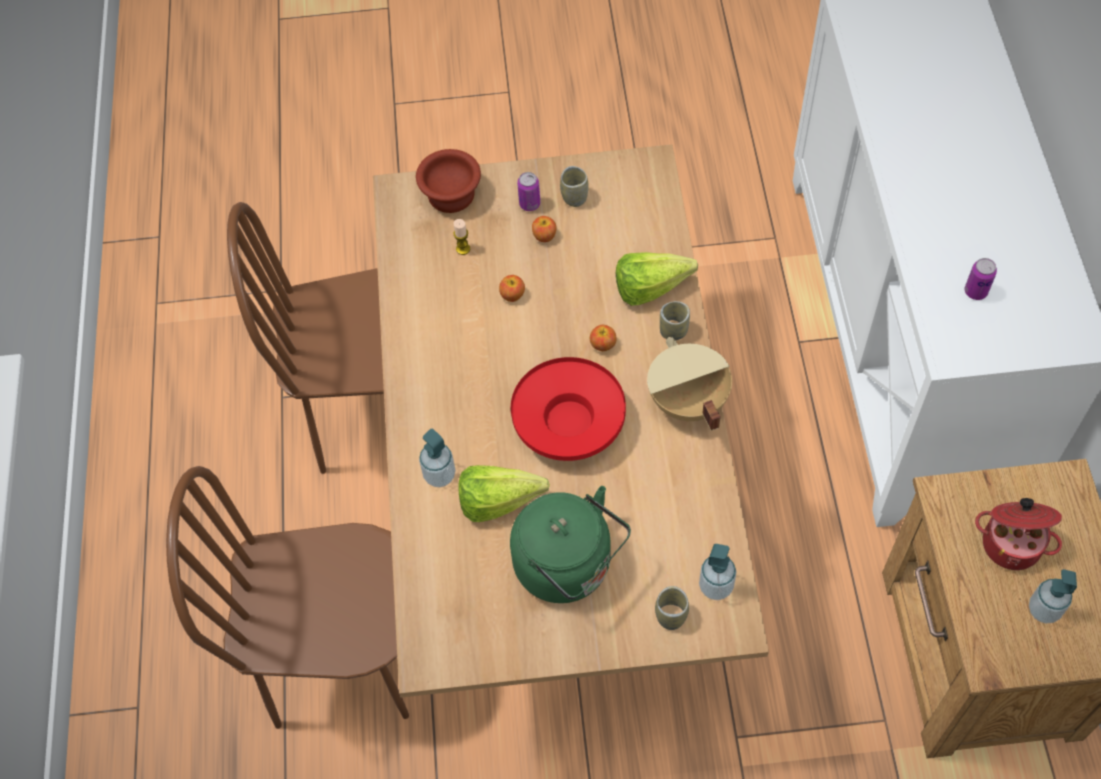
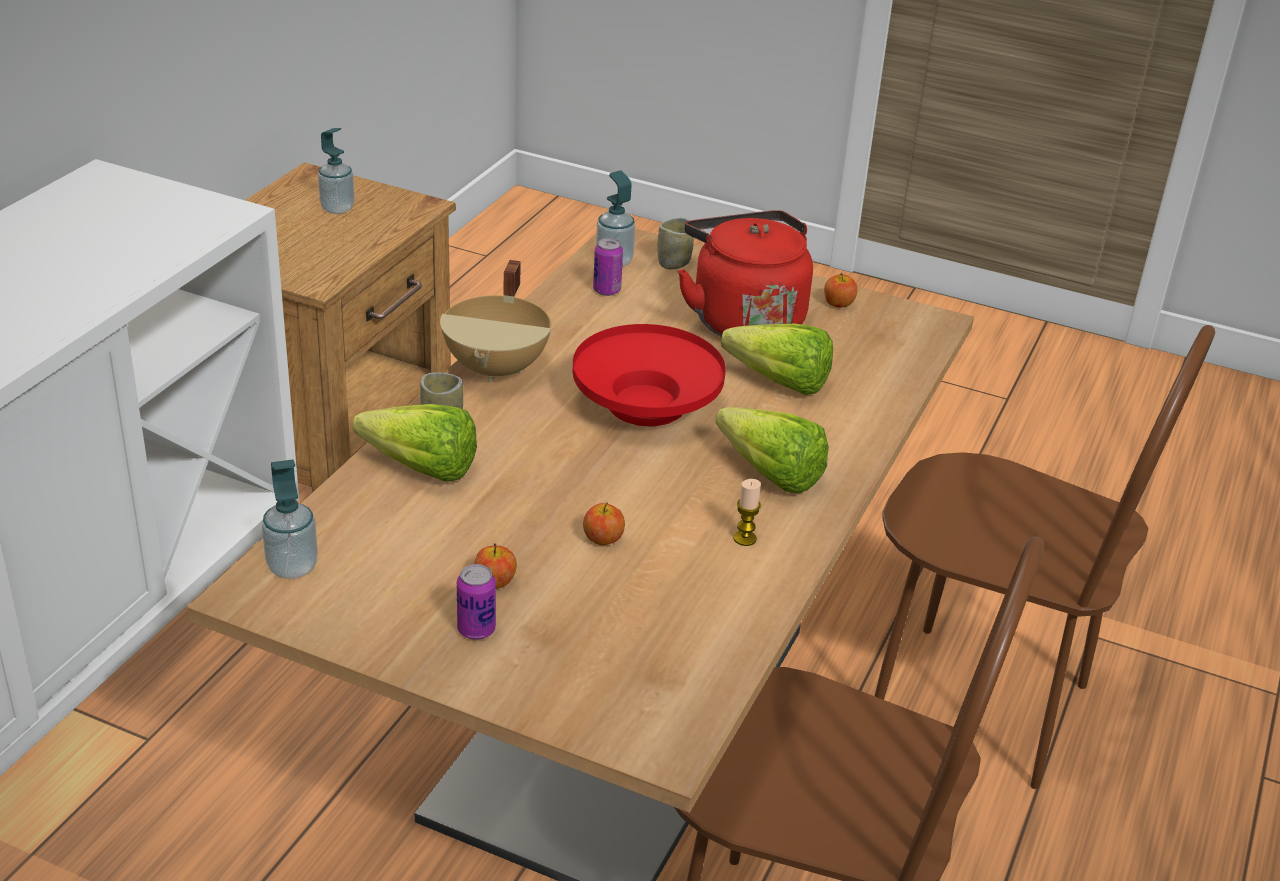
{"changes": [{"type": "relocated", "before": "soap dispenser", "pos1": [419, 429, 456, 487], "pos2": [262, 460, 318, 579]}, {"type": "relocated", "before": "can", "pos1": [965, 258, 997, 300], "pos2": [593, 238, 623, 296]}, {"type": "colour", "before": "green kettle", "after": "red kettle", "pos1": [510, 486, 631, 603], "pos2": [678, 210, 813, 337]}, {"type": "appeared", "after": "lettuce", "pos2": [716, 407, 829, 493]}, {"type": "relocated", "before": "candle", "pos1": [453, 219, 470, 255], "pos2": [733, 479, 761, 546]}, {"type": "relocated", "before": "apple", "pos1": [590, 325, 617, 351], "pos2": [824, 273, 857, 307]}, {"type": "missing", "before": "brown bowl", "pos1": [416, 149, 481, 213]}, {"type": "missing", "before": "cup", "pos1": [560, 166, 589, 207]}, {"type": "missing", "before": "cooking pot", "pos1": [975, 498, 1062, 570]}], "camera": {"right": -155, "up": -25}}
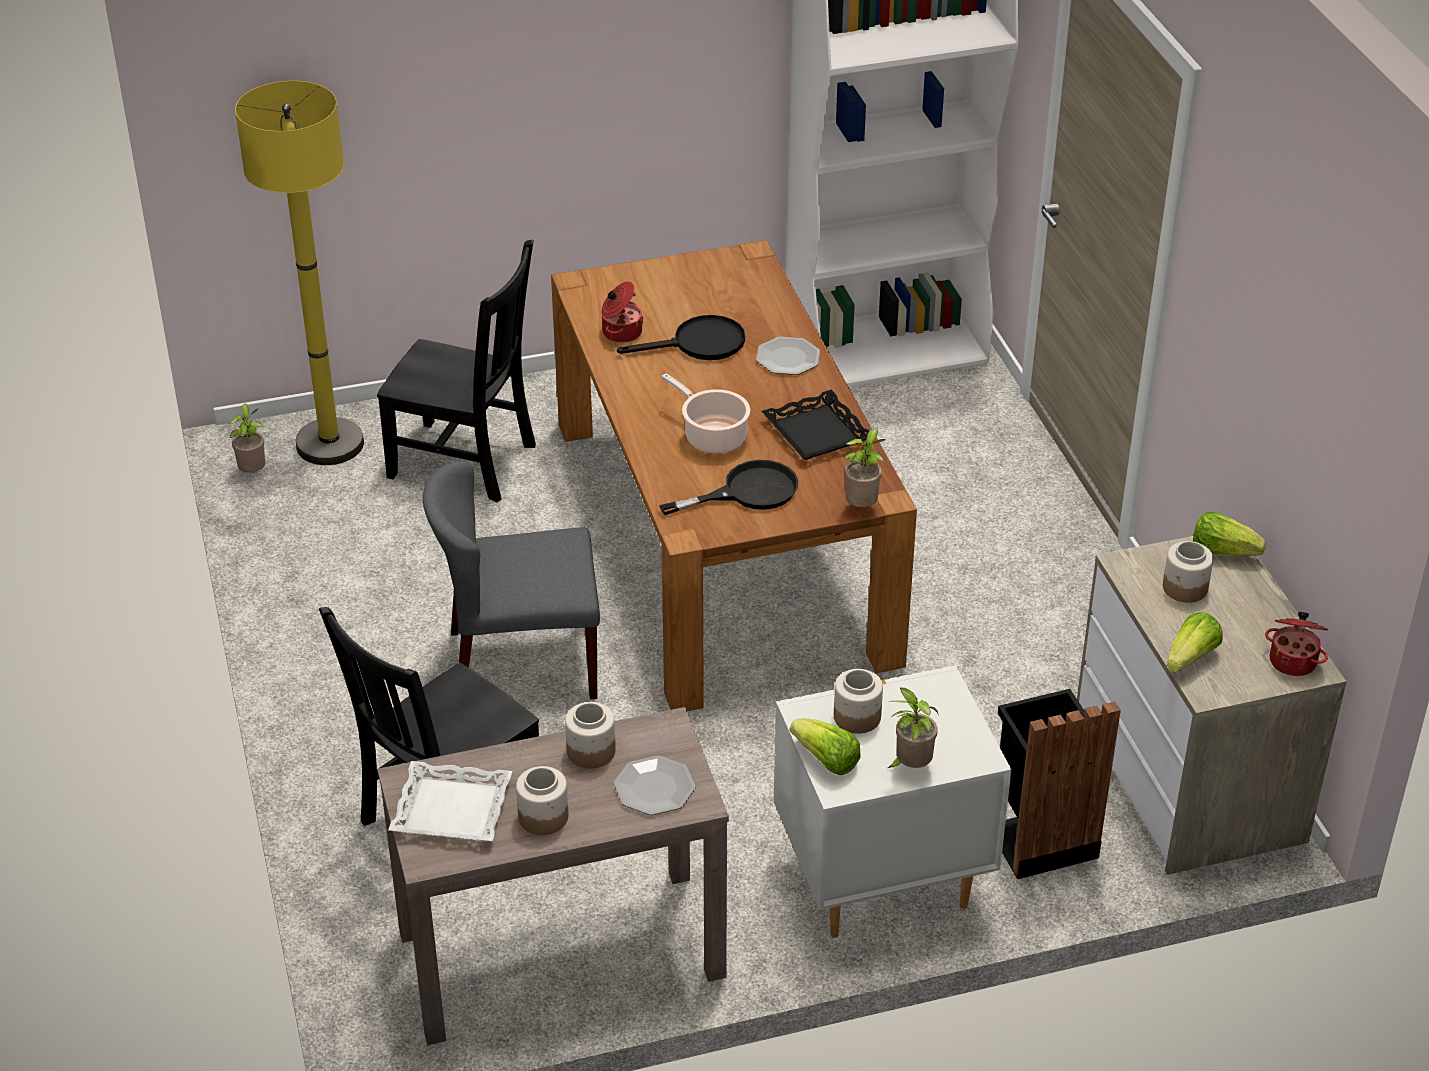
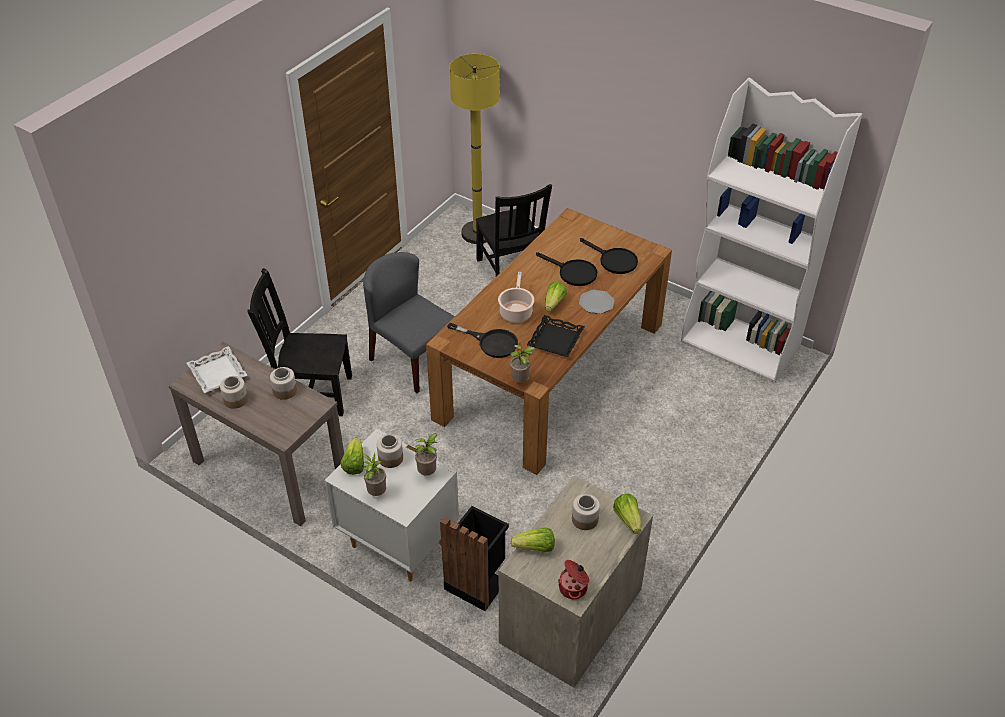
{"changes": [{"type": "relocated", "before": "potted plant", "pos1": [229, 404, 266, 473], "pos2": [415, 433, 437, 476]}, {"type": "appeared", "after": "lettuce", "pos2": [545, 281, 567, 312]}, {"type": "appeared", "after": "black frying pan", "pos2": [580, 238, 638, 274]}, {"type": "missing", "before": "cooking pot", "pos1": [602, 281, 644, 342]}, {"type": "missing", "before": "plate", "pos1": [614, 756, 695, 815]}], "camera": {"right": 50, "up": 5}}
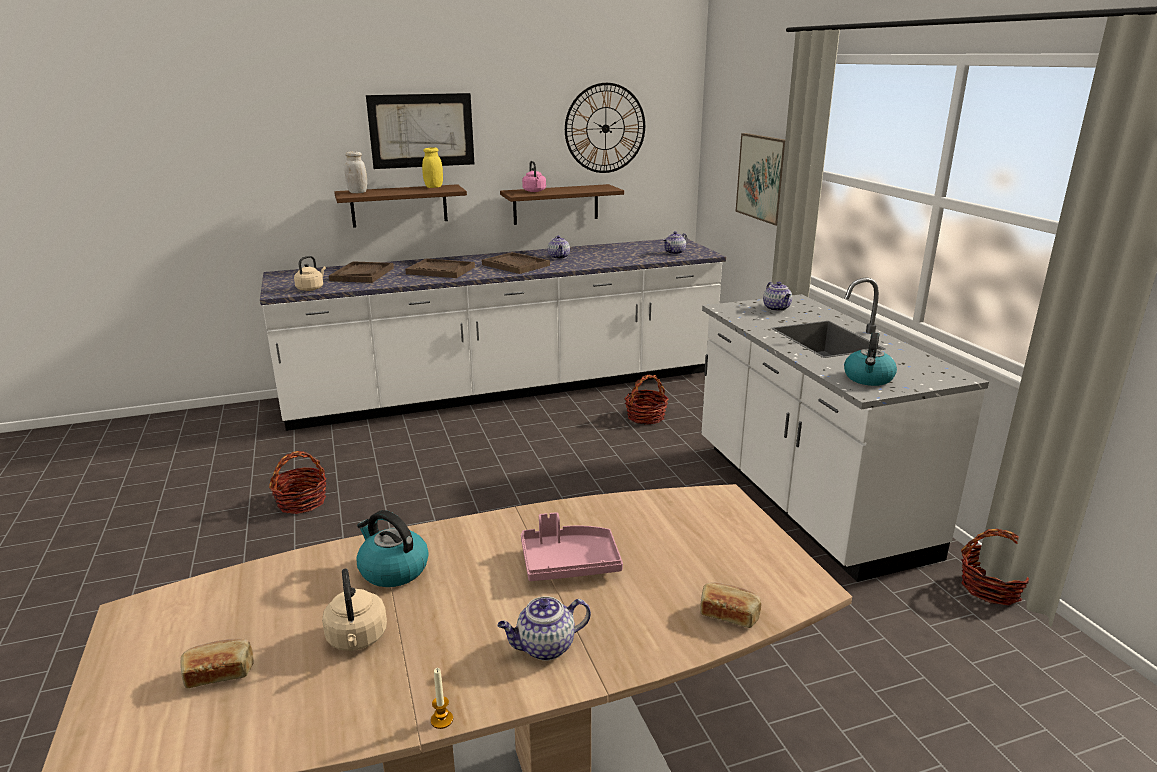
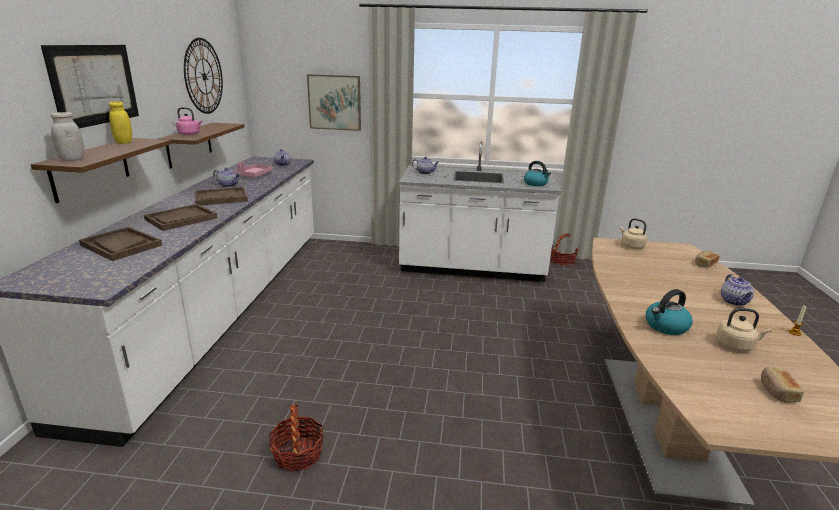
{"changes": [{"type": "relocated", "before": "pink tray", "pos1": [521, 512, 623, 581], "pos2": [234, 162, 273, 177]}, {"type": "relocated", "before": "beige kettle", "pos1": [294, 256, 326, 291], "pos2": [620, 218, 647, 249]}, {"type": "missing", "before": "basket", "pos1": [625, 375, 668, 425]}], "camera": {"right": -65, "up": 0}}
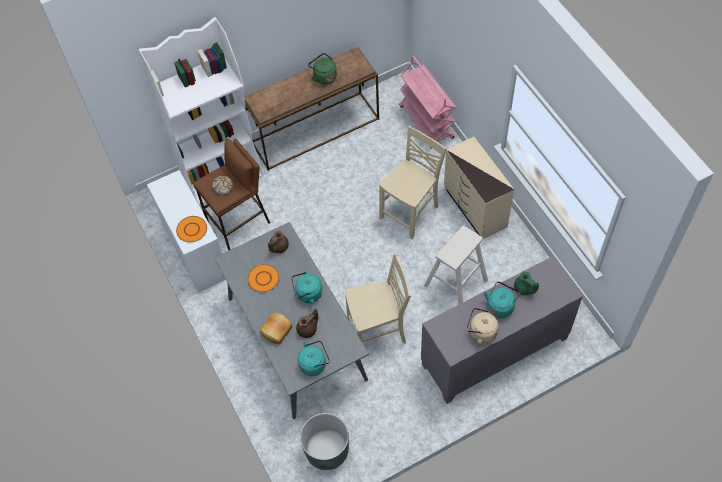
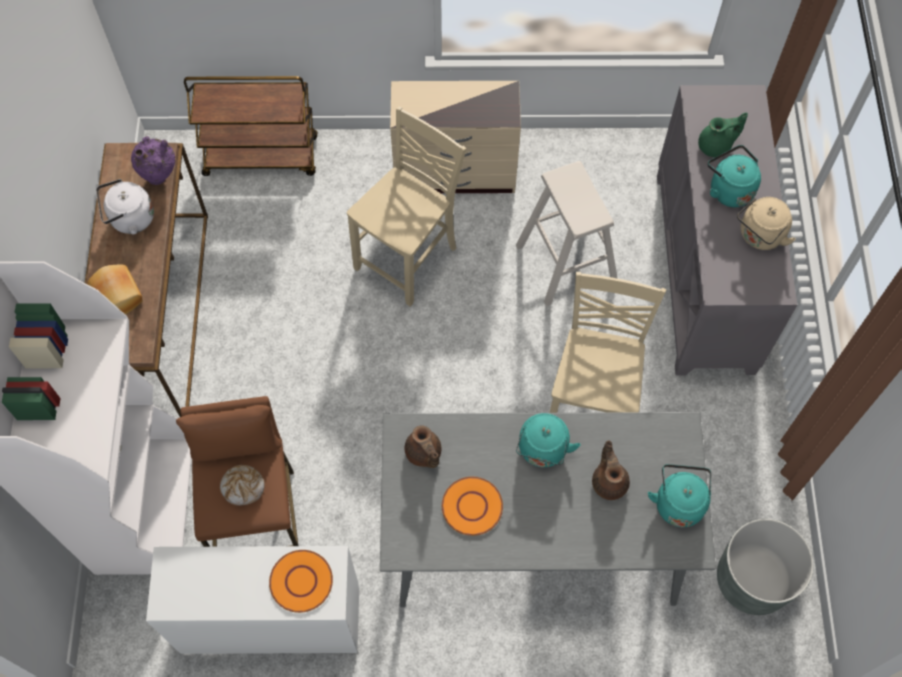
{"changes": [{"type": "relocated", "before": "bread", "pos1": [260, 313, 292, 344], "pos2": [87, 265, 143, 315]}, {"type": "colour", "before": "green kettle", "after": "white kettle", "pos1": [308, 53, 337, 85], "pos2": [96, 179, 154, 234]}, {"type": "appeared", "after": "purple vase", "pos2": [131, 136, 175, 185]}, {"type": "colour", "before": "pink cart", "after": "brown cart", "pos1": [399, 56, 456, 149], "pos2": [184, 76, 317, 176]}, {"type": "spun", "before": "beige chair", "pos1": [379, 126, 447, 239], "pos2": [347, 106, 466, 306], "turn": 60}], "camera": {"right": -65, "up": 5}}
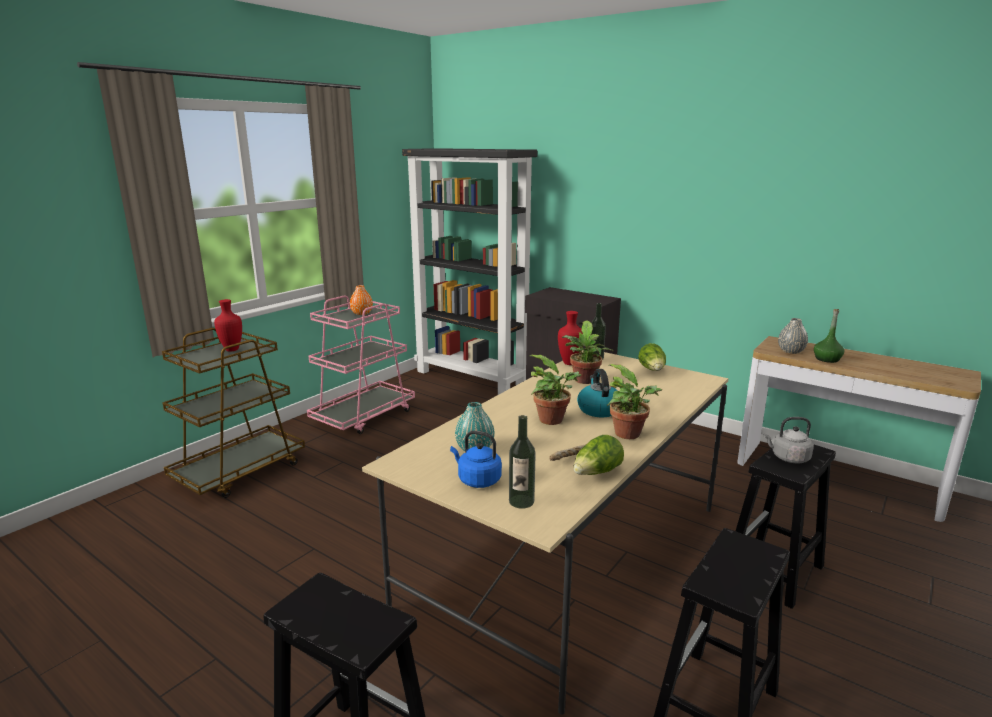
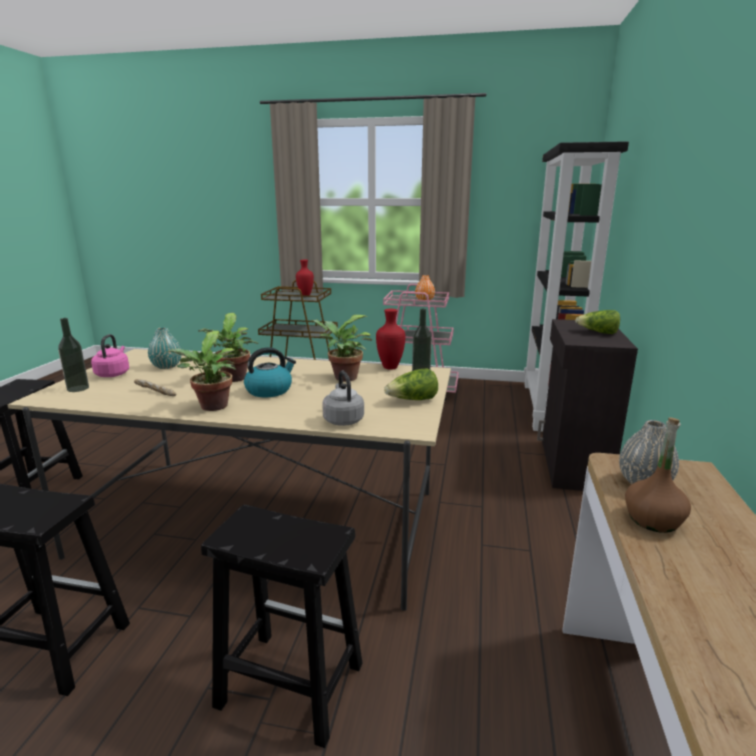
{"changes": [{"type": "colour", "before": "blue kettle", "after": "pink kettle", "pos1": [450, 431, 502, 488], "pos2": [91, 334, 129, 377]}, {"type": "relocated", "before": "grey kettle", "pos1": [764, 417, 814, 464], "pos2": [322, 371, 364, 426]}, {"type": "relocated", "before": "lettuce", "pos1": [573, 435, 624, 475], "pos2": [575, 310, 620, 334]}, {"type": "colour", "before": "green bottle", "after": "brown bottle", "pos1": [814, 309, 844, 363], "pos2": [625, 417, 691, 533]}], "camera": {"right": 65, "up": 0}}
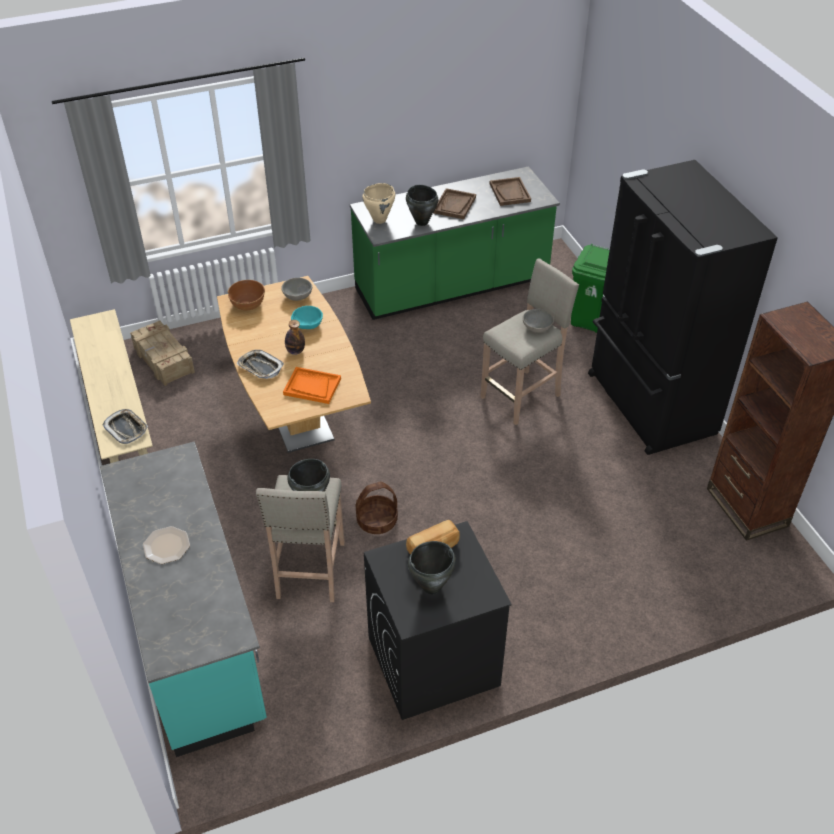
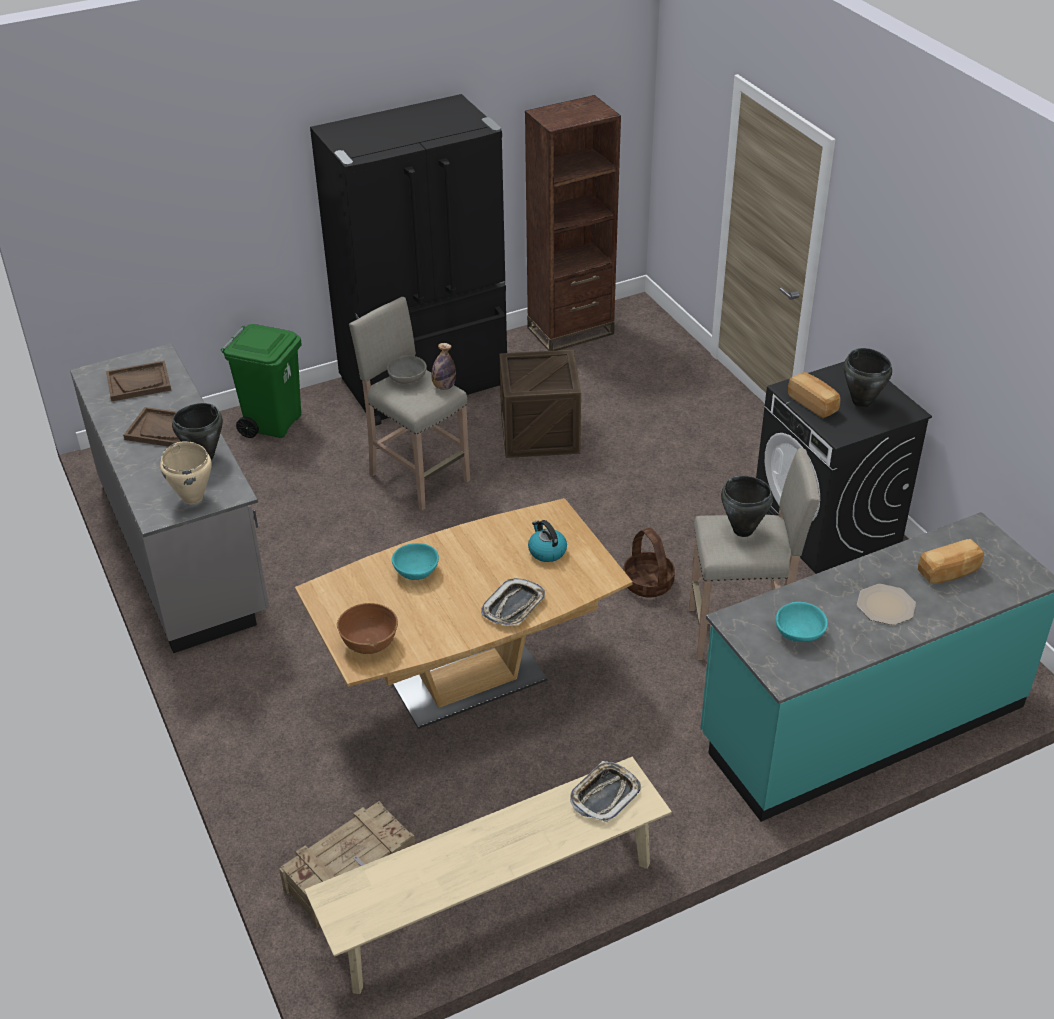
{"changes": [{"type": "colour", "before": "green counter", "after": "grey counter", "pos1": [350, 166, 560, 320], "pos2": [70, 343, 269, 653]}, {"type": "relocated", "before": "bottle", "pos1": [285, 320, 305, 355], "pos2": [431, 343, 456, 390]}, {"type": "appeared", "after": "crate", "pos2": [499, 350, 581, 458]}, {"type": "exchanged", "before": "orange tray", "after": "kettle", "pos1": [283, 367, 341, 404], "pos2": [528, 520, 567, 562]}, {"type": "appeared", "after": "turquoise bowl", "pos2": [776, 602, 828, 642]}, {"type": "appeared", "after": "bread", "pos2": [918, 539, 984, 584]}, {"type": "missing", "before": "grey bowl", "pos1": [281, 278, 312, 301]}], "camera": {"right": -95, "up": -5}}
